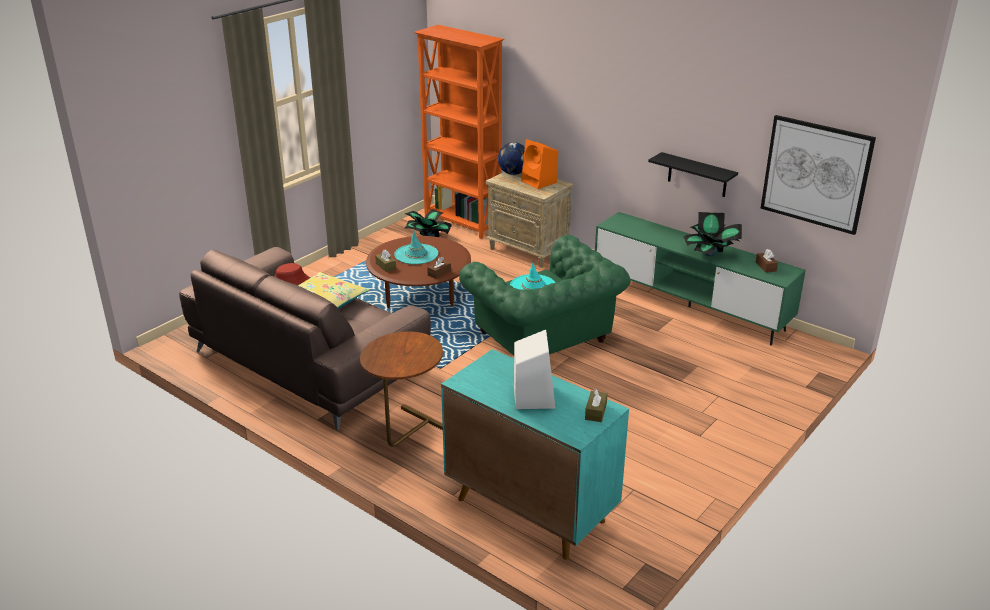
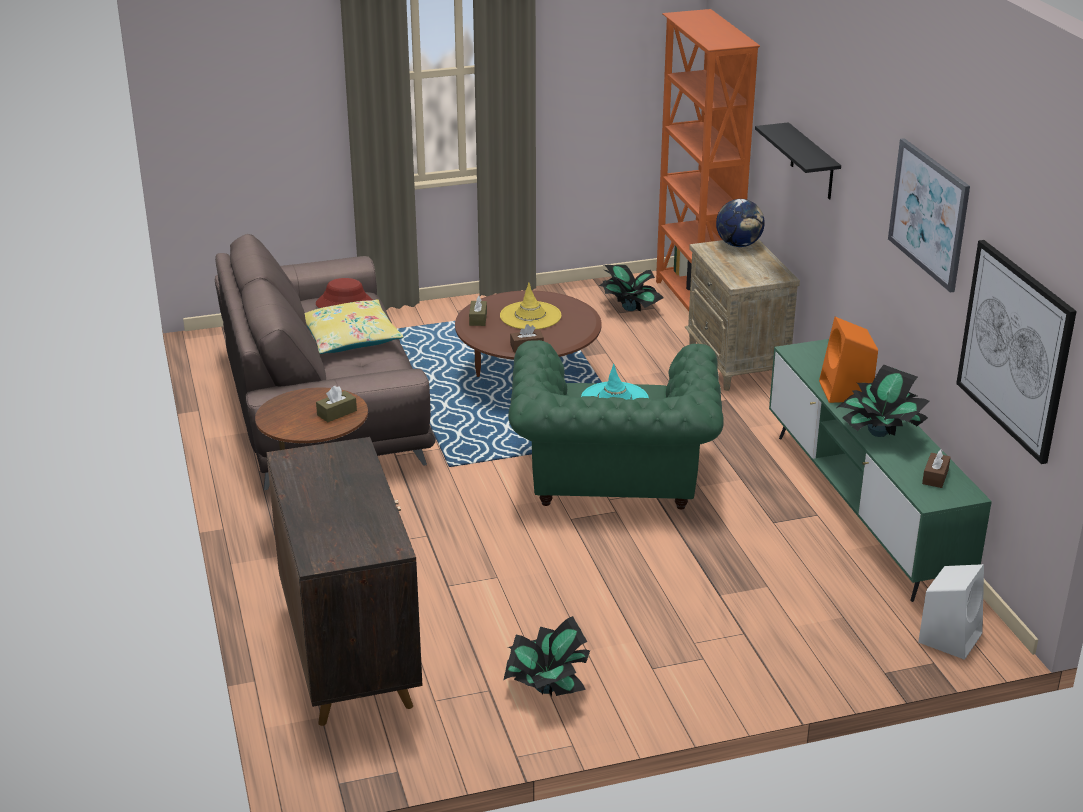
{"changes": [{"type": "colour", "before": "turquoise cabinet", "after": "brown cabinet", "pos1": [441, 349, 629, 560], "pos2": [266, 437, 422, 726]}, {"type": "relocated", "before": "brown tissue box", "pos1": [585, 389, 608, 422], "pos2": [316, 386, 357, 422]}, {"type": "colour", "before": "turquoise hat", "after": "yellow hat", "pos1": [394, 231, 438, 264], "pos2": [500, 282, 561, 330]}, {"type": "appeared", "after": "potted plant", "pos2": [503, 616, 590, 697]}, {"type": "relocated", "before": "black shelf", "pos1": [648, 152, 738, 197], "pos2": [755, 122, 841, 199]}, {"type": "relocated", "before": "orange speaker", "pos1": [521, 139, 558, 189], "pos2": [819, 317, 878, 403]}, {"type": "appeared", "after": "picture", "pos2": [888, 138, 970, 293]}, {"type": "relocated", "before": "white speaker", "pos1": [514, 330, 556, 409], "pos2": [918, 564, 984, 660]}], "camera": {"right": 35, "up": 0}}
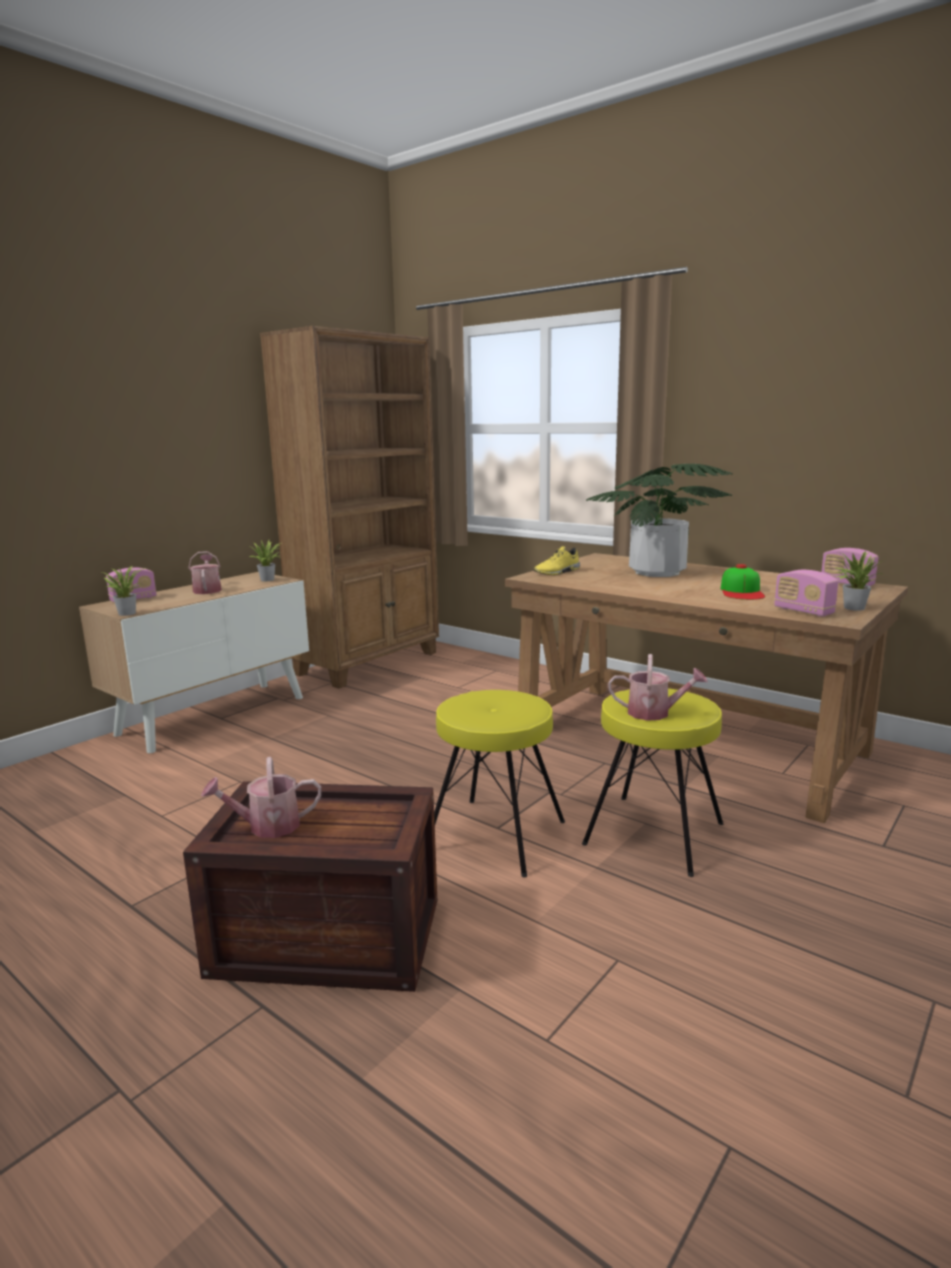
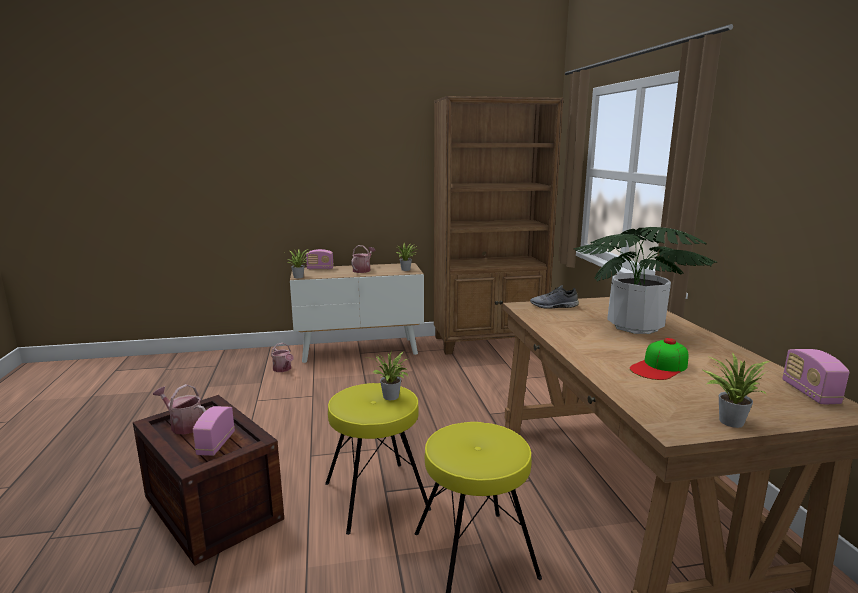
{"changes": [{"type": "relocated", "before": "radio", "pos1": [774, 570, 839, 617], "pos2": [193, 406, 235, 456]}, {"type": "relocated", "before": "watering can", "pos1": [608, 654, 708, 721], "pos2": [271, 343, 294, 372]}, {"type": "appeared", "after": "potted plant", "pos2": [371, 351, 408, 400]}, {"type": "colour", "before": "yellow shoe", "after": "grey shoe", "pos1": [534, 546, 580, 575], "pos2": [530, 285, 579, 309]}], "camera": {"right": 40, "up": 0}}
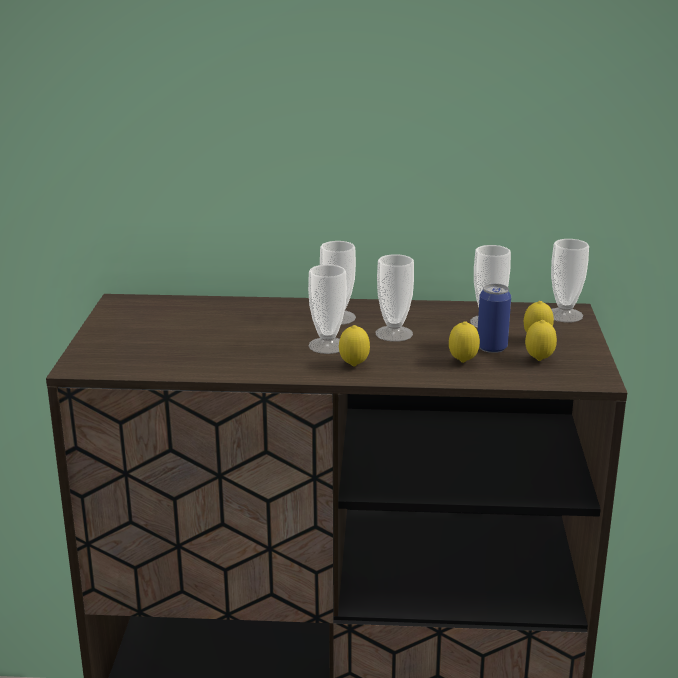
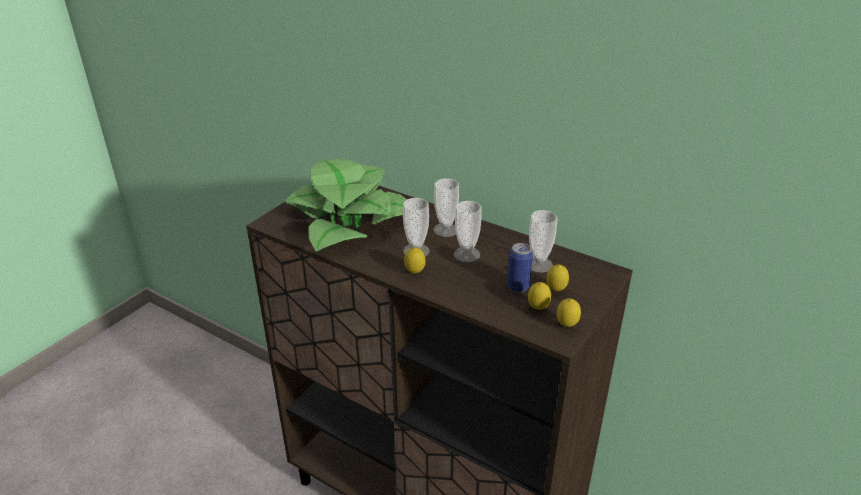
{"changes": [{"type": "appeared", "after": "potted plant", "pos2": [285, 159, 407, 251]}, {"type": "relocated", "before": "lemon", "pos1": [449, 321, 480, 363], "pos2": [557, 298, 581, 327]}, {"type": "missing", "before": "cup", "pos1": [551, 239, 589, 322]}], "camera": {"right": 30, "up": 10}}
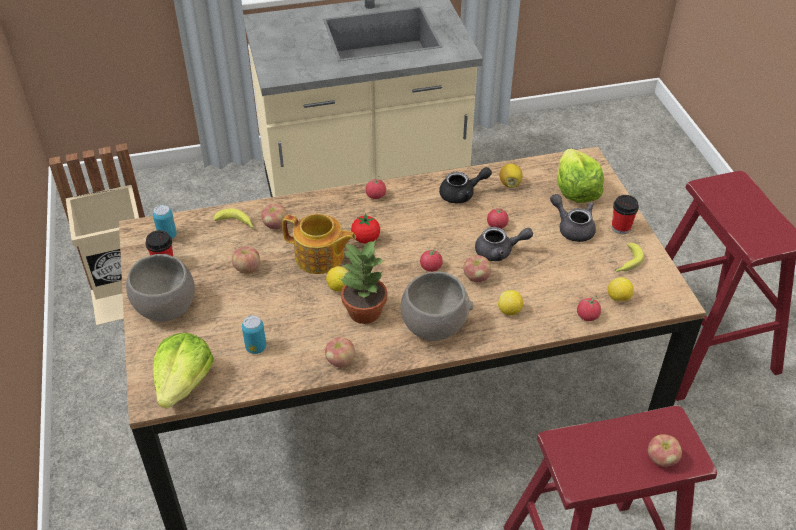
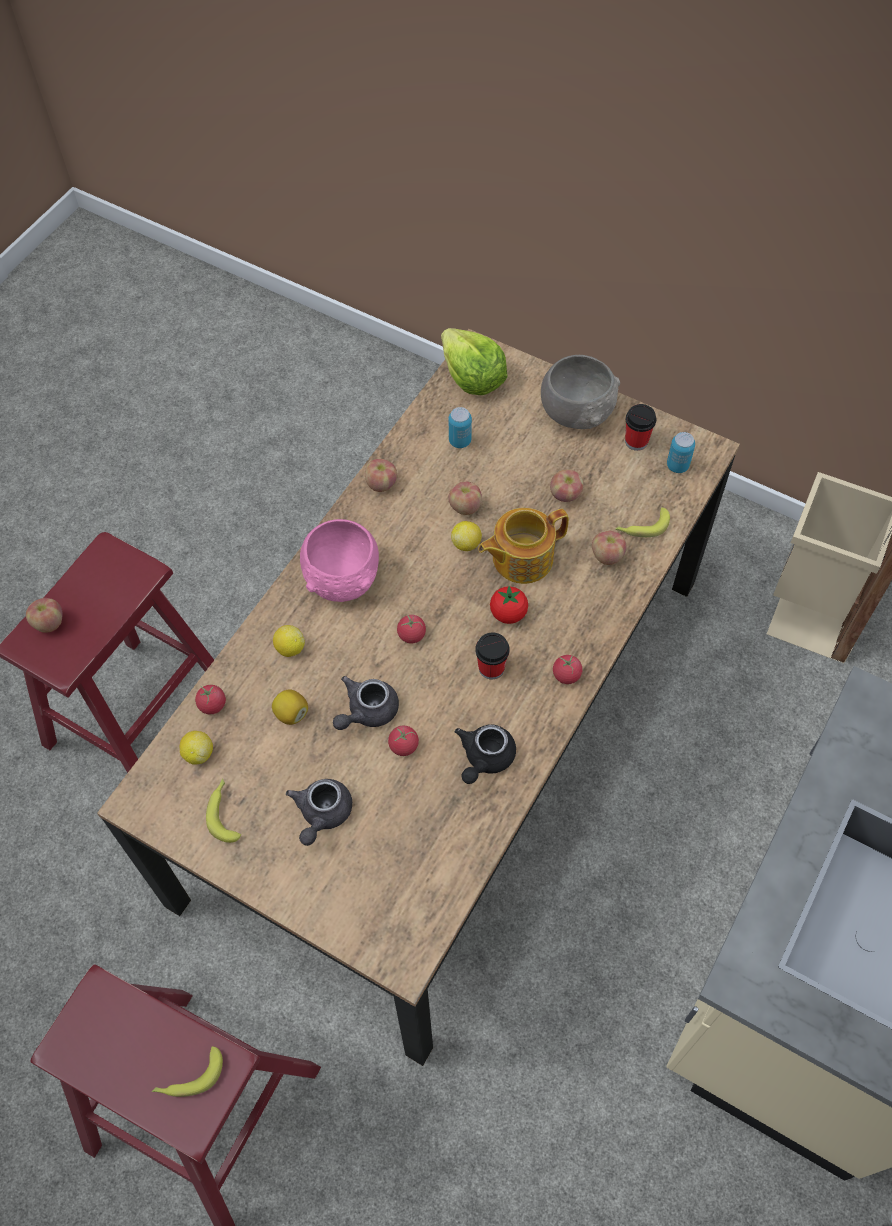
{"changes": [{"type": "appeared", "after": "banana", "pos2": [152, 1046, 223, 1097]}, {"type": "relocated", "before": "lemon", "pos1": [499, 163, 523, 188], "pos2": [272, 689, 308, 725]}, {"type": "spun", "before": "grey teapot", "pos1": [550, 194, 596, 242], "pos2": [286, 779, 352, 846], "turn": 105}, {"type": "colour", "before": "grey bowl", "after": "pink bowl", "pos1": [401, 272, 473, 341], "pos2": [300, 519, 379, 602]}, {"type": "relocated", "before": "apple", "pos1": [463, 255, 491, 282], "pos2": [448, 482, 482, 515]}, {"type": "relocated", "before": "cup", "pos1": [612, 195, 639, 234], "pos2": [475, 632, 510, 680]}, {"type": "missing", "before": "potted plant", "pos1": [340, 240, 387, 324]}, {"type": "missing", "before": "lettuce", "pos1": [557, 149, 604, 203]}], "camera": {"right": 135, "up": 15}}
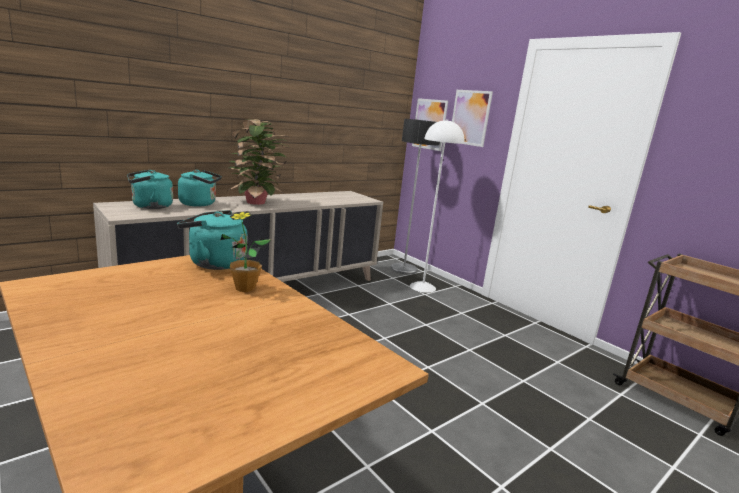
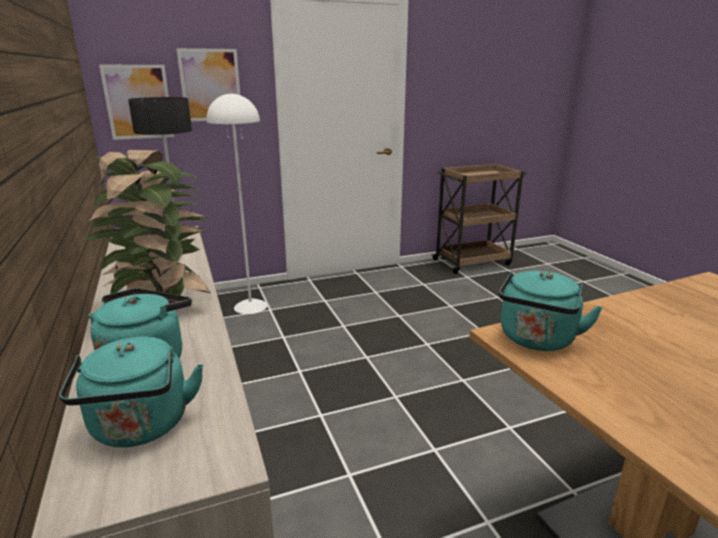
{"changes": [{"type": "missing", "before": "potted plant", "pos1": [221, 211, 271, 292]}], "camera": {"right": -70, "up": 5}}
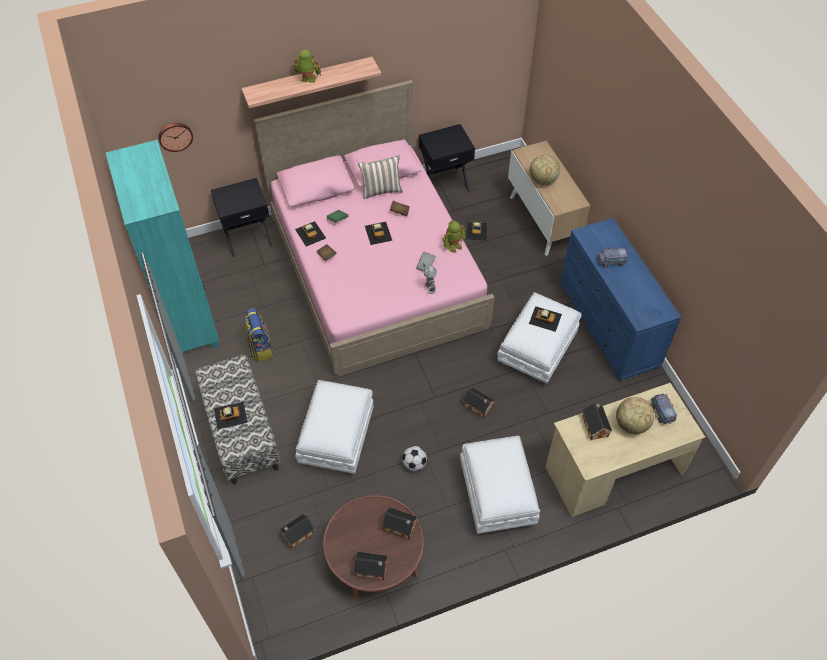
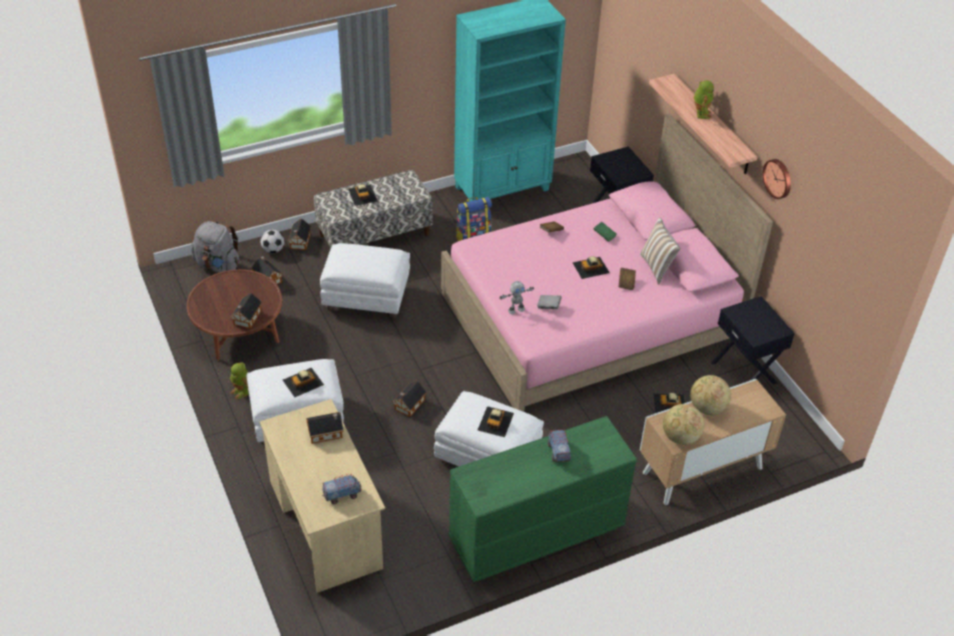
{"changes": [{"type": "appeared", "after": "grey backpack", "pos2": [191, 221, 240, 272]}, {"type": "relocated", "before": "toy robot", "pos1": [442, 220, 466, 253], "pos2": [230, 362, 249, 399]}, {"type": "relocated", "before": "football", "pos1": [402, 446, 427, 471], "pos2": [260, 230, 284, 253]}, {"type": "relocated", "before": "toy car", "pos1": [295, 221, 326, 247], "pos2": [283, 368, 324, 397]}, {"type": "relocated", "before": "toy house", "pos1": [354, 552, 388, 580], "pos2": [288, 219, 311, 250]}, {"type": "colour", "before": "blue dresser", "after": "green dresser", "pos1": [560, 218, 681, 381], "pos2": [449, 416, 637, 582]}, {"type": "relocated", "before": "globe", "pos1": [616, 397, 655, 434], "pos2": [663, 404, 704, 445]}, {"type": "relocated", "before": "wall clock", "pos1": [158, 123, 193, 152], "pos2": [762, 159, 791, 199]}], "camera": {"right": 85, "up": -10}}
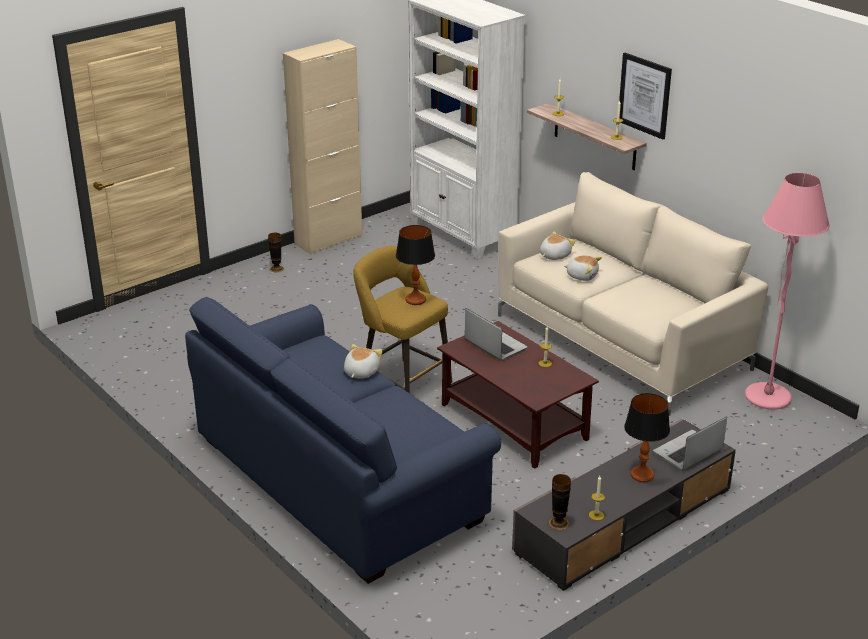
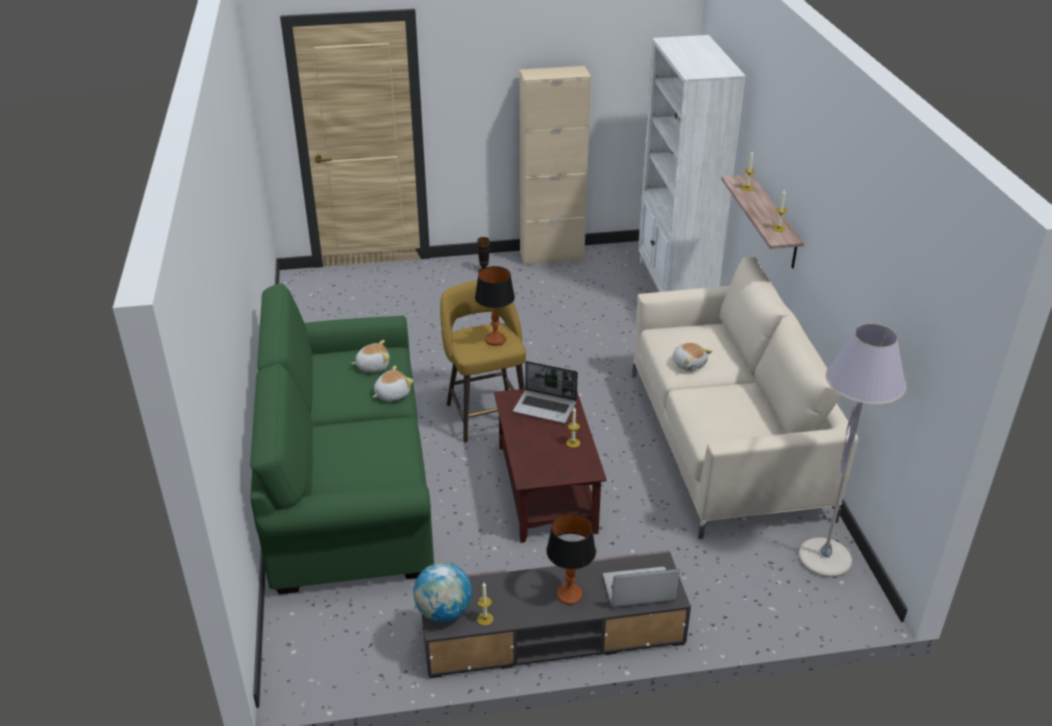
{"changes": [{"type": "colour", "before": "blue sofa", "after": "green sofa", "pos1": [185, 297, 501, 584], "pos2": [250, 284, 434, 594]}, {"type": "relocated", "before": "plush toy", "pos1": [540, 231, 575, 260], "pos2": [351, 340, 390, 372]}, {"type": "exchanged", "before": "vase", "after": "globe", "pos1": [549, 474, 571, 530], "pos2": [413, 562, 472, 622]}, {"type": "spun", "before": "laptop", "pos1": [465, 308, 528, 361], "pos2": [513, 361, 578, 423], "turn": 120}, {"type": "colour", "before": "pink floor lamp", "after": "grey floor lamp", "pos1": [745, 173, 830, 409], "pos2": [798, 324, 906, 577]}, {"type": "missing", "before": "picture", "pos1": [619, 53, 672, 139]}], "camera": {"right": 30, "up": 5}}
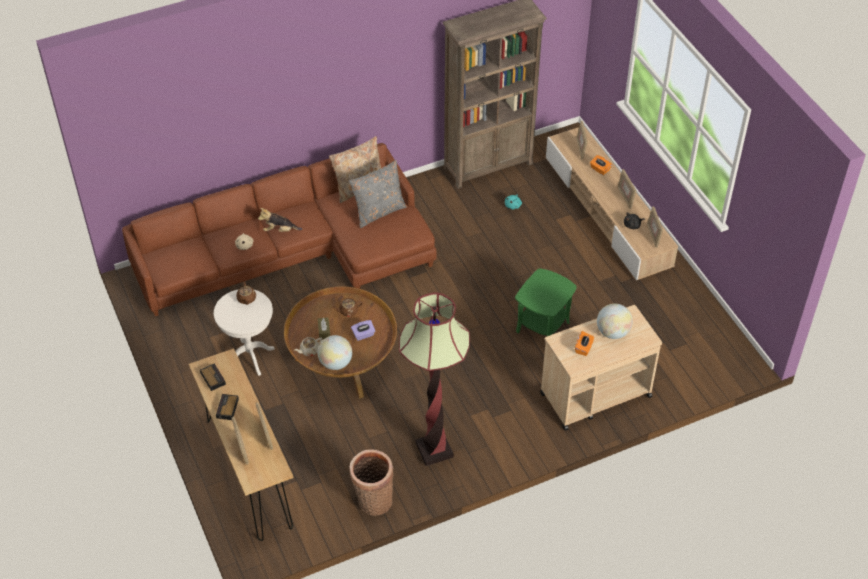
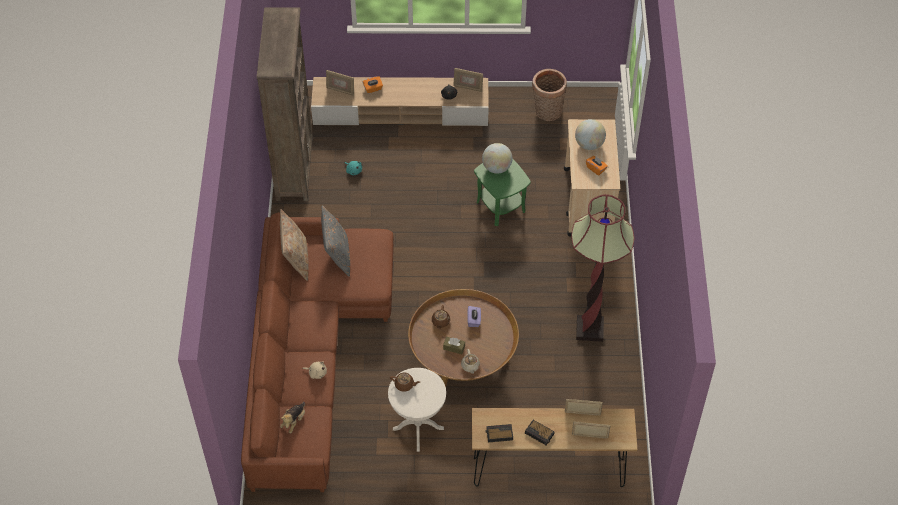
{"changes": [{"type": "relocated", "before": "plush toy", "pos1": [258, 208, 302, 232], "pos2": [280, 402, 305, 433]}, {"type": "relocated", "before": "globe", "pos1": [318, 335, 352, 370], "pos2": [482, 143, 513, 174]}, {"type": "relocated", "before": "basket", "pos1": [350, 449, 393, 516], "pos2": [532, 69, 567, 121]}, {"type": "missing", "before": "picture frame", "pos1": [617, 169, 636, 209]}], "camera": {"right": -65, "up": 5}}
